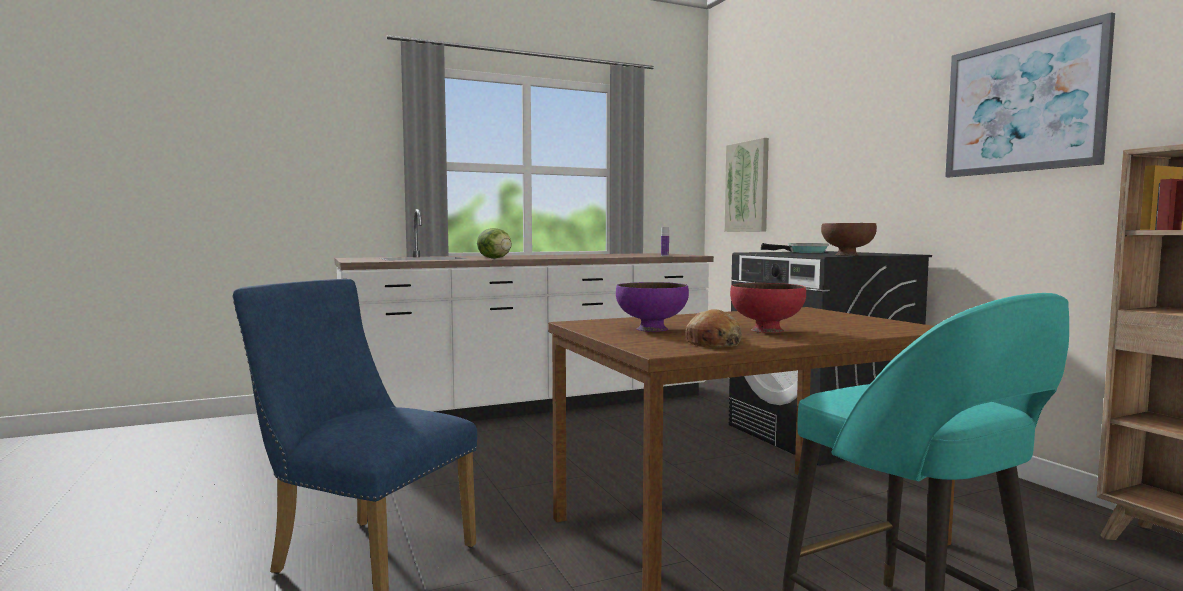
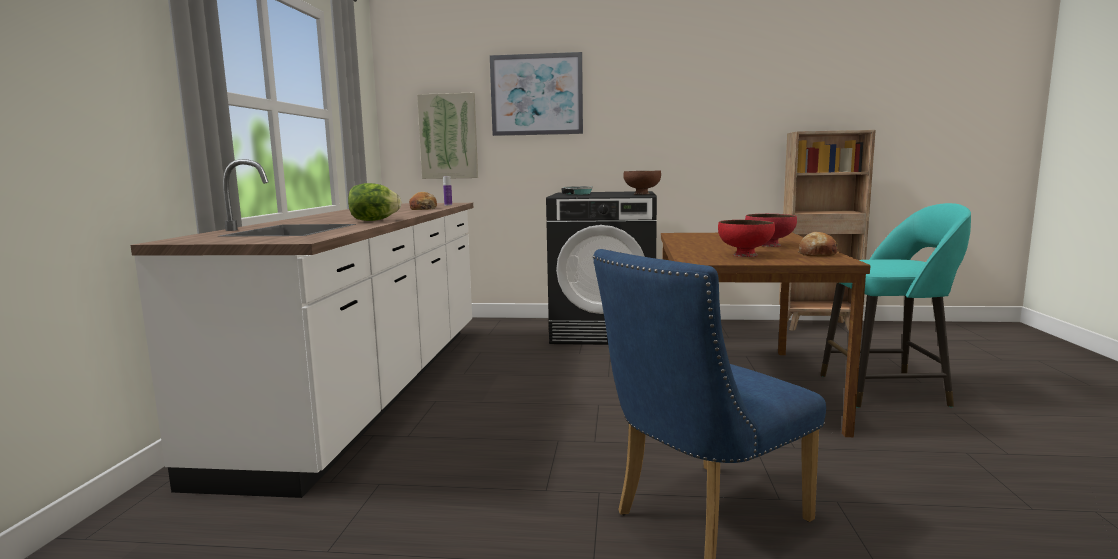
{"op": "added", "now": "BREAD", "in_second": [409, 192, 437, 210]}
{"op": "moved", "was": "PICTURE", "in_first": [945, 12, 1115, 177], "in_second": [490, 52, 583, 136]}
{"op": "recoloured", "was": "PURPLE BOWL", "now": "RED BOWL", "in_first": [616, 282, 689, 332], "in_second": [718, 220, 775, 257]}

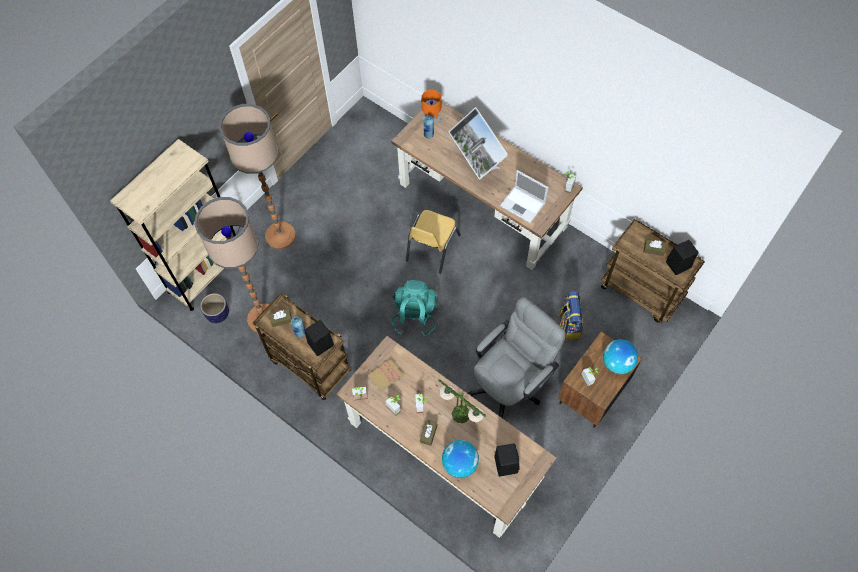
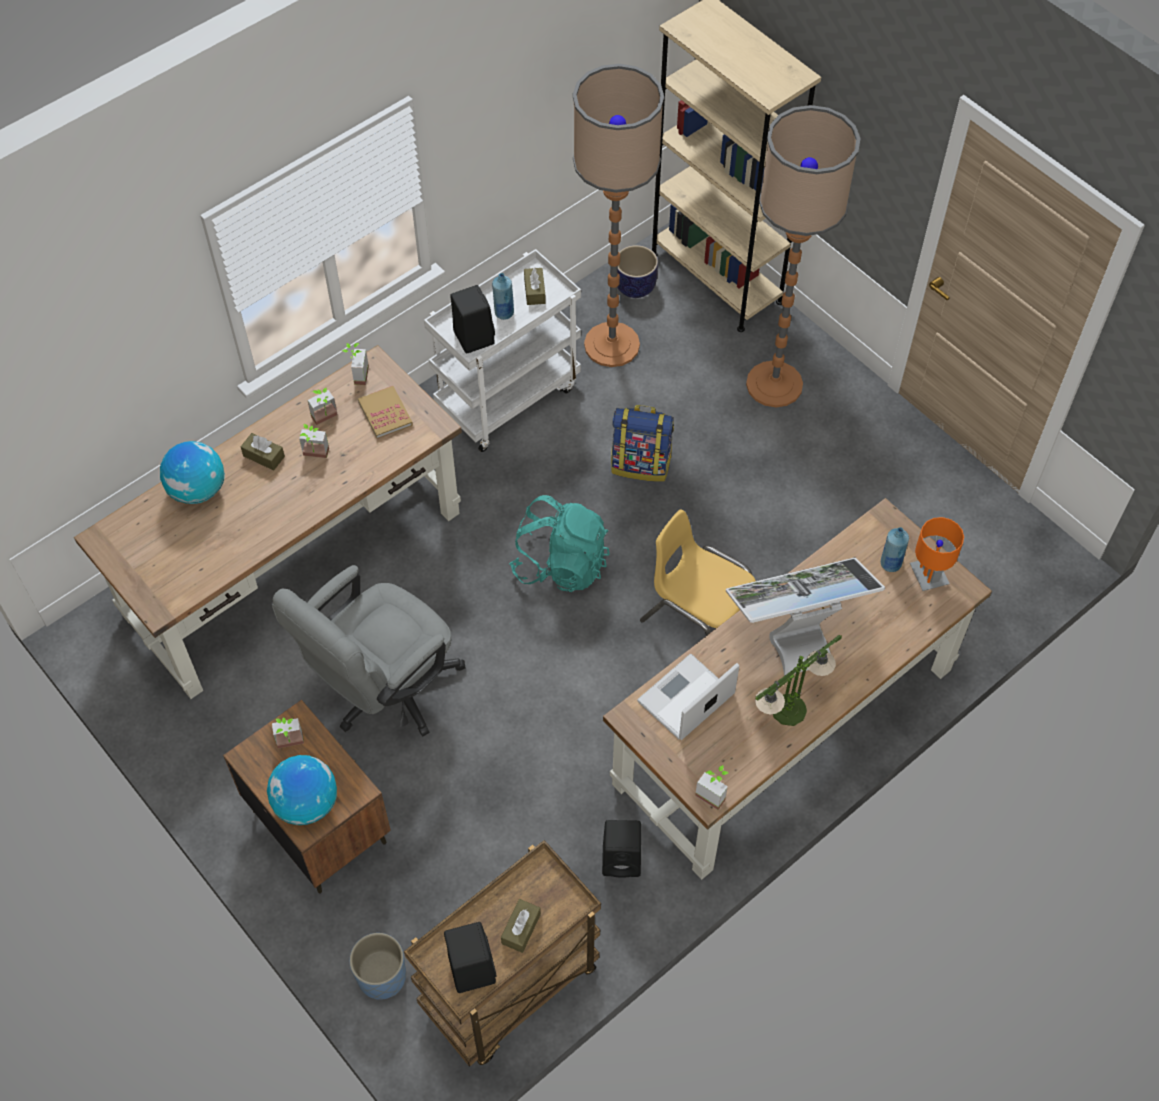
{"op": "added", "now": "BLUE PLANTER", "in_second": [350, 933, 406, 1000]}
{"op": "moved", "was": "TABLE LAMP", "in_first": [438, 379, 486, 423], "in_second": [755, 635, 842, 726]}
{"op": "moved", "was": "BLACK SPEAKER", "in_first": [494, 443, 520, 476], "in_second": [602, 820, 641, 878]}
{"op": "moved", "was": "BACKPACK", "in_first": [557, 291, 583, 340], "in_second": [611, 405, 674, 482]}
{"op": "recoloured", "was": "BROWN CART", "now": "WHITE CART", "in_first": [253, 293, 351, 401], "in_second": [424, 249, 581, 452]}
{"op": "turned", "was": "GREY OFFICE CHAIR", "in_first": [468, 297, 566, 418], "in_second": [272, 565, 466, 737], "clockwise": 75}

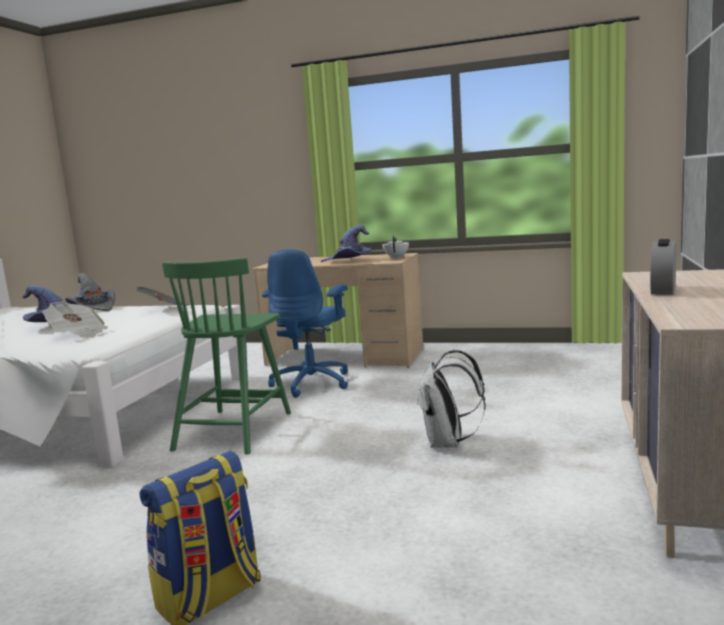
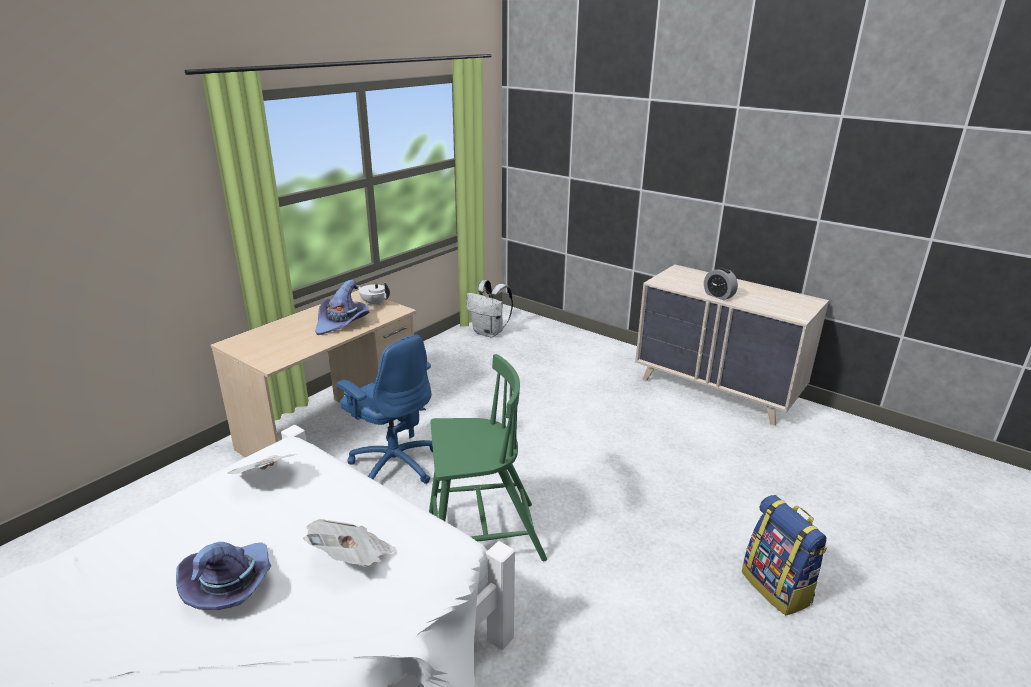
{"op": "removed", "was": "GREY HAT", "in_first": [65, 273, 115, 311]}
{"op": "moved", "was": "WHITE BACKPACK", "in_first": [417, 349, 486, 448], "in_second": [466, 280, 513, 337]}
{"op": "turned", "was": "GREEN CHAIR", "in_first": [162, 258, 291, 455], "in_second": [429, 354, 547, 561], "clockwise": -45}

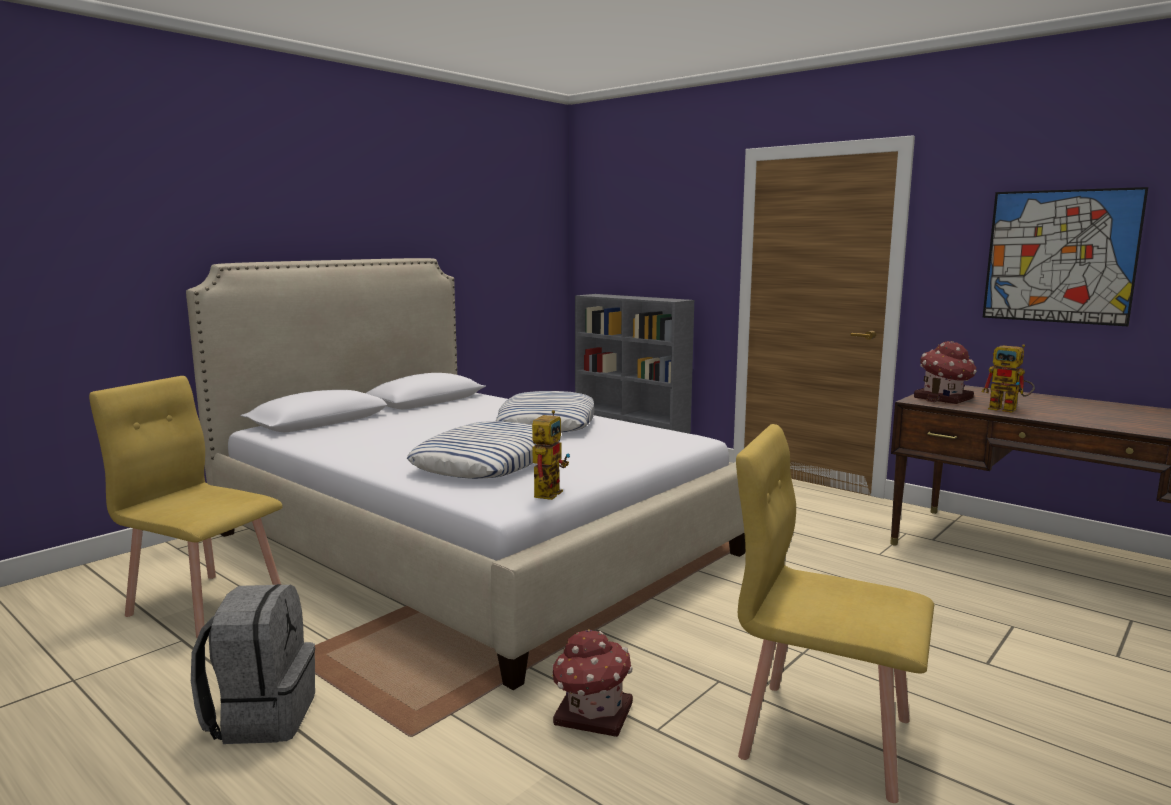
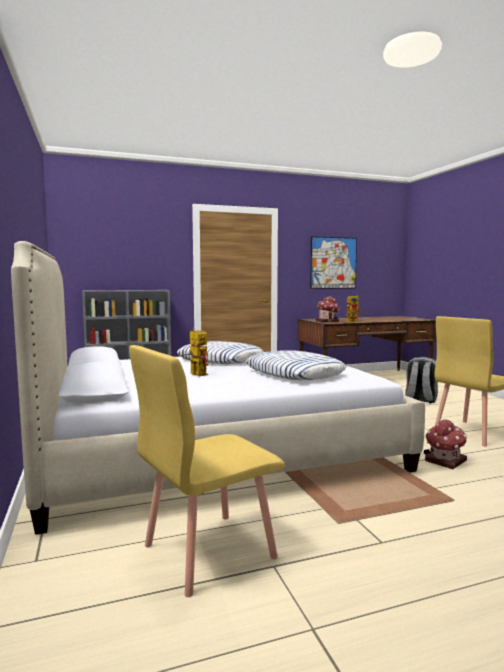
{"op": "moved", "was": "GREY BACKPACK", "in_first": [191, 584, 315, 744], "in_second": [405, 357, 438, 403]}
{"op": "moved", "was": "TOY ROBOT", "in_first": [532, 410, 570, 500], "in_second": [181, 328, 209, 376]}

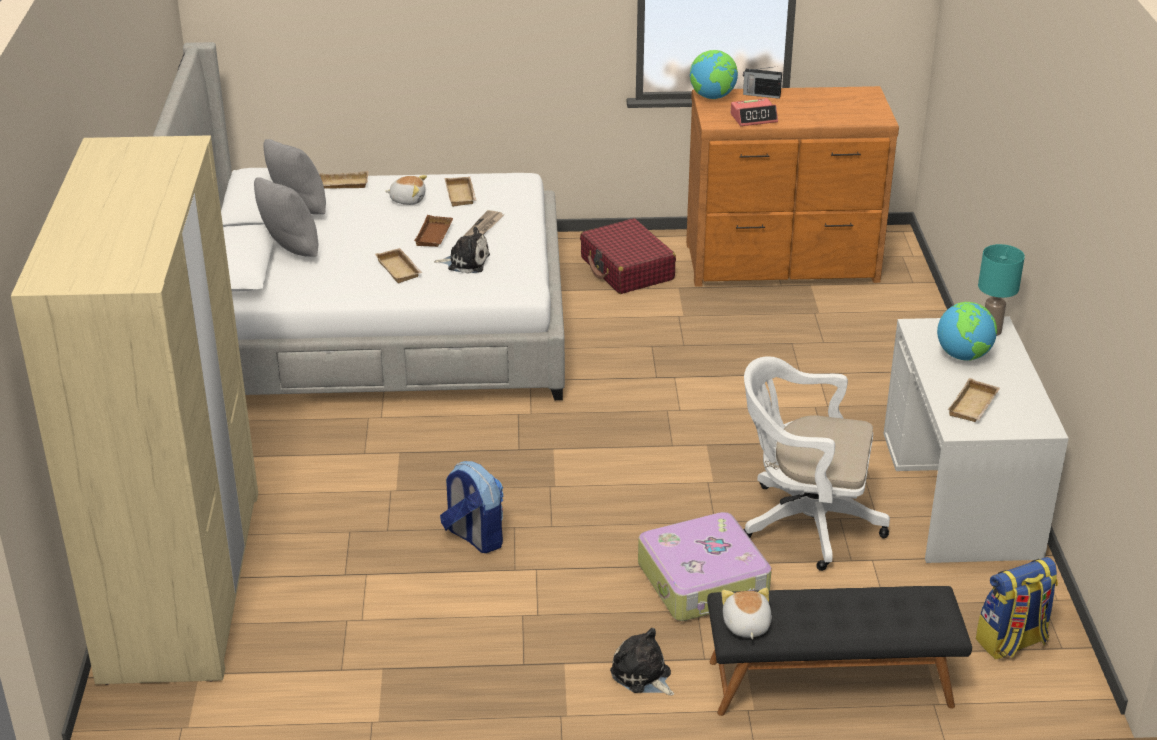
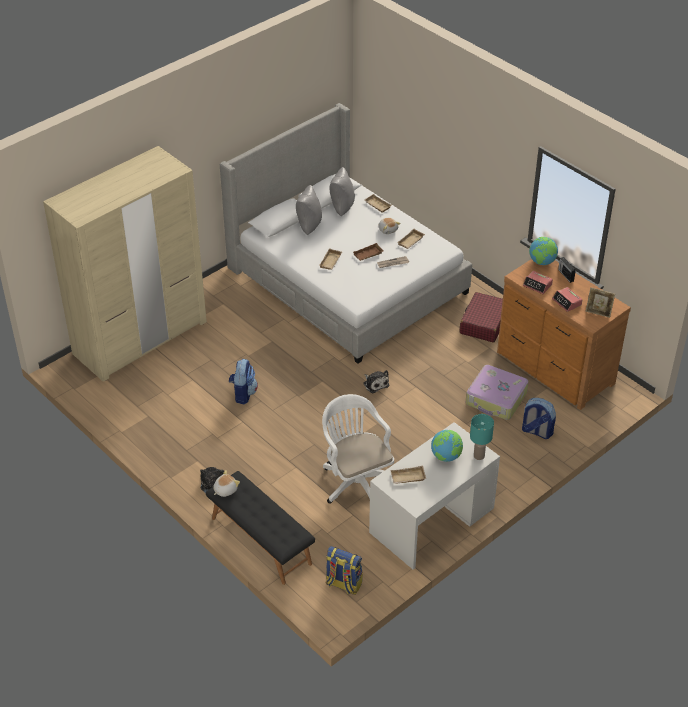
{"op": "added", "now": "BACKPACK", "in_second": [522, 398, 556, 439]}
{"op": "added", "now": "ALARM CLOCK", "in_second": [552, 287, 582, 312]}
{"op": "added", "now": "PICTURE FRAME", "in_second": [586, 287, 615, 318]}
{"op": "moved", "was": "PLUSH TOY", "in_first": [434, 227, 490, 274], "in_second": [363, 370, 389, 393]}
{"op": "moved", "was": "SUITCASE", "in_first": [638, 512, 772, 621], "in_second": [466, 365, 529, 420]}

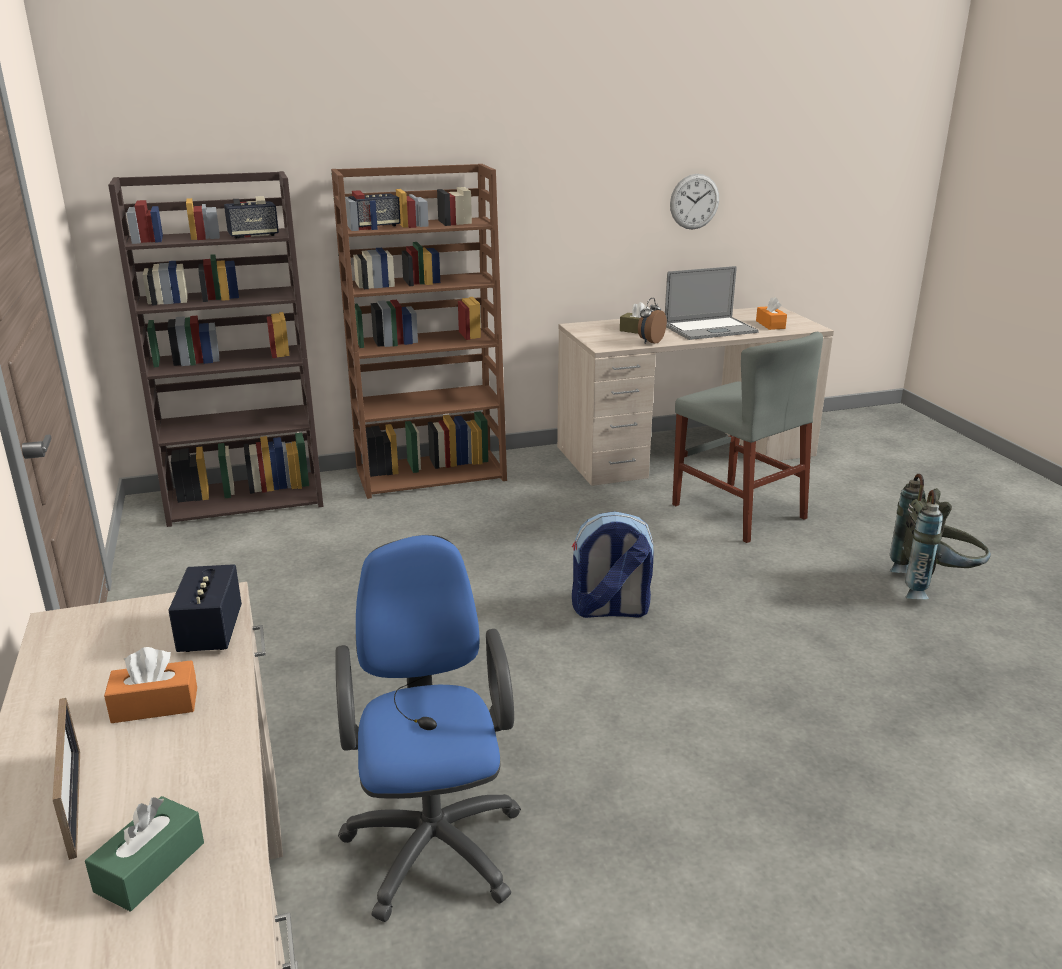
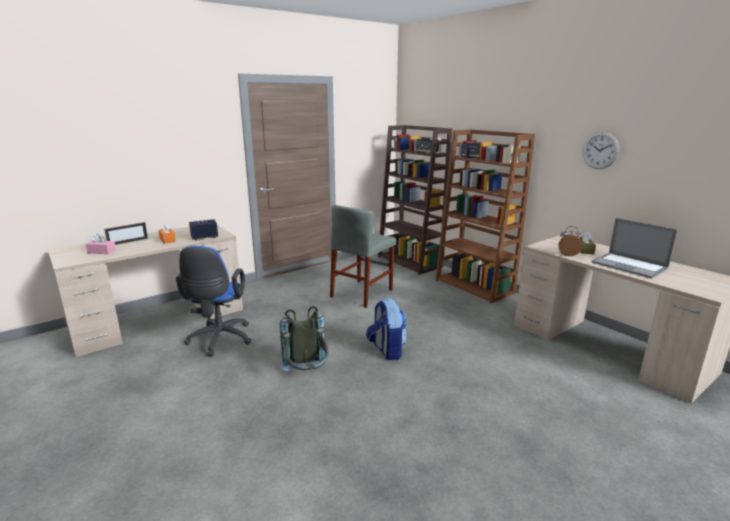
{"op": "removed", "was": "ORANGE TISSUE BOX", "in_first": [756, 297, 787, 330]}
{"op": "moved", "was": "WALL CLOCK", "in_first": [670, 174, 719, 229], "in_second": [582, 132, 619, 169]}
{"op": "moved", "was": "GREY CHAIR", "in_first": [672, 332, 823, 543], "in_second": [330, 205, 396, 308]}
{"op": "moved", "was": "GREY BACKPACK", "in_first": [890, 474, 991, 599], "in_second": [280, 306, 329, 372]}
{"op": "recoloured", "was": "GREEN TISSUE BOX", "now": "PINK TISSUE BOX", "in_first": [85, 796, 204, 911], "in_second": [86, 233, 116, 254]}
{"op": "turned", "was": "BLUE OFFICE CHAIR", "in_first": [335, 535, 521, 922], "in_second": [176, 246, 251, 356], "clockwise": 120}

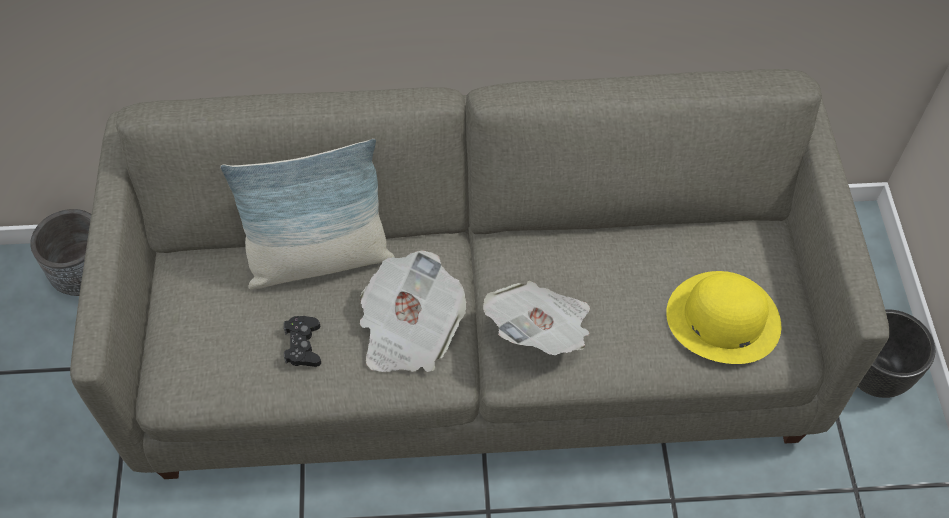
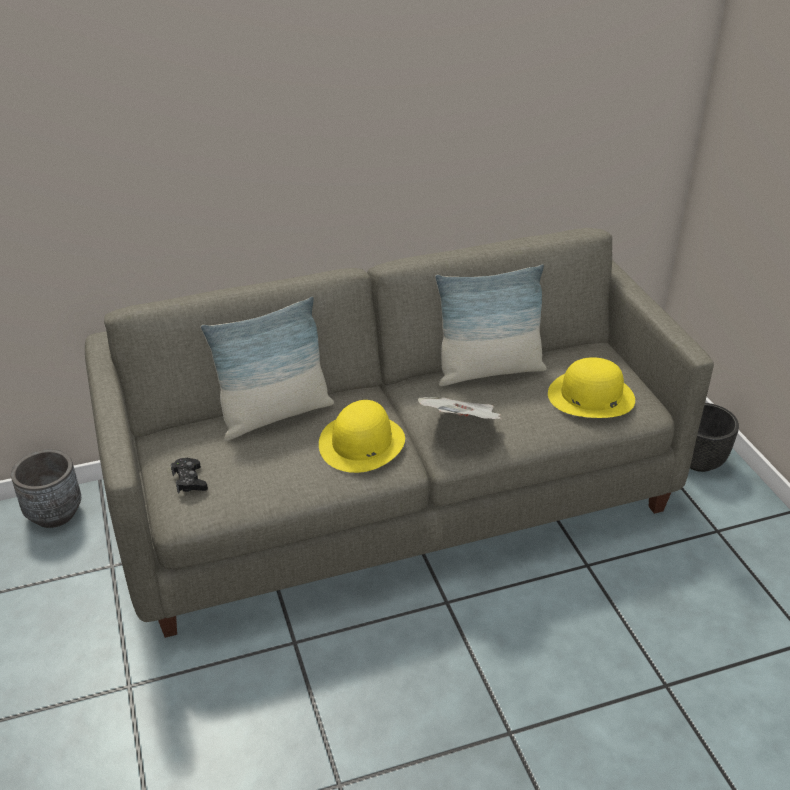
{"op": "added", "now": "PILLOW", "in_second": [435, 264, 547, 386]}
{"op": "moved", "was": "BLACK GAME CONTROLLER", "in_first": [284, 316, 321, 367], "in_second": [171, 458, 208, 494]}
{"op": "replaced", "was": "NEWSPAPER", "now": "YELLOW HAT", "in_first": [360, 250, 466, 372], "in_second": [319, 400, 405, 473]}

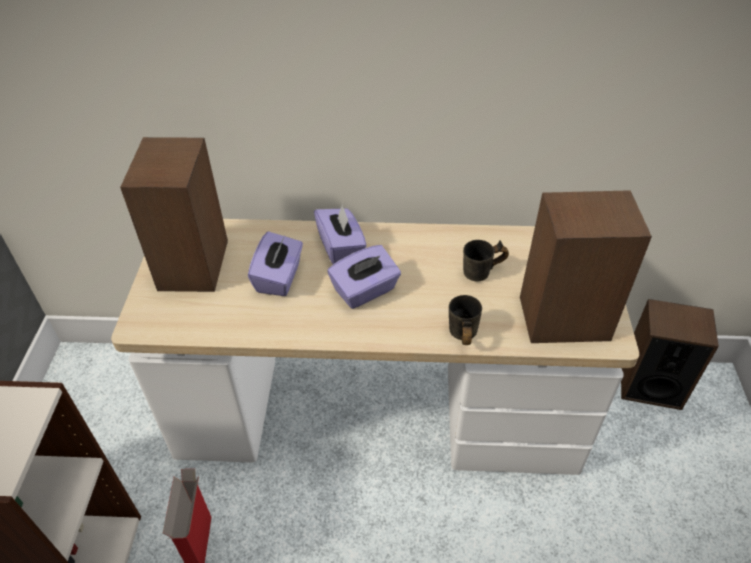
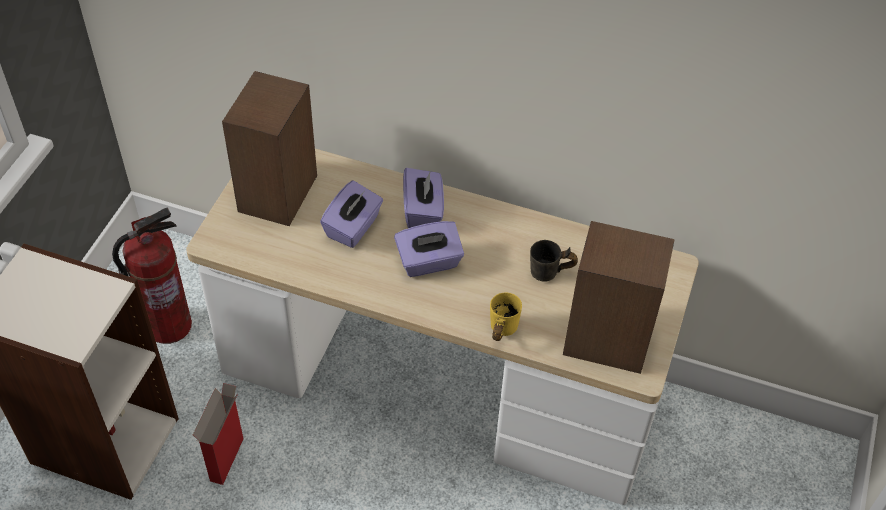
{"op": "removed", "was": "SPEAKER", "in_first": [621, 299, 719, 410]}
{"op": "added", "now": "FIRE EXTINGUISHER", "in_second": [112, 208, 192, 344]}
{"op": "recoloured", "was": "GREY MUG", "now": "YELLOW MUG", "in_first": [449, 295, 482, 346], "in_second": [490, 293, 522, 341]}

